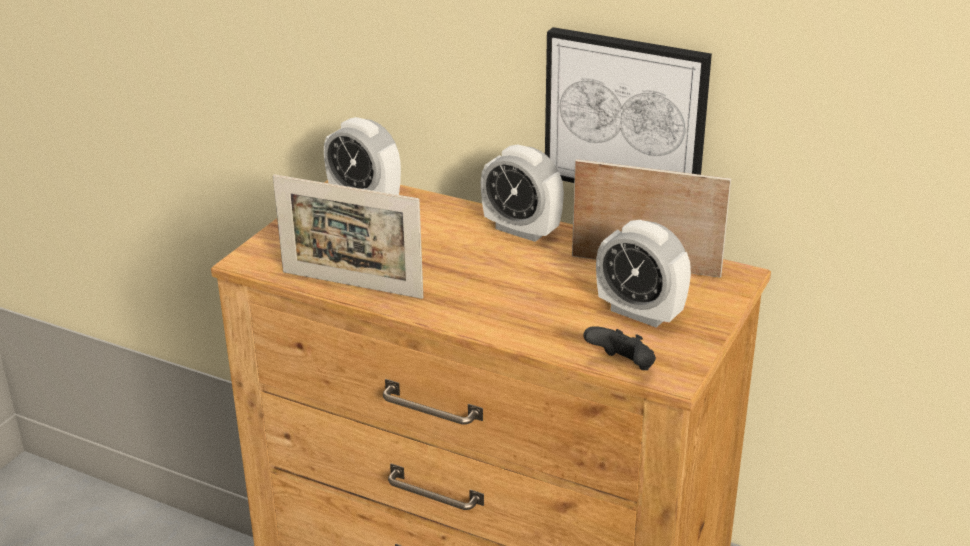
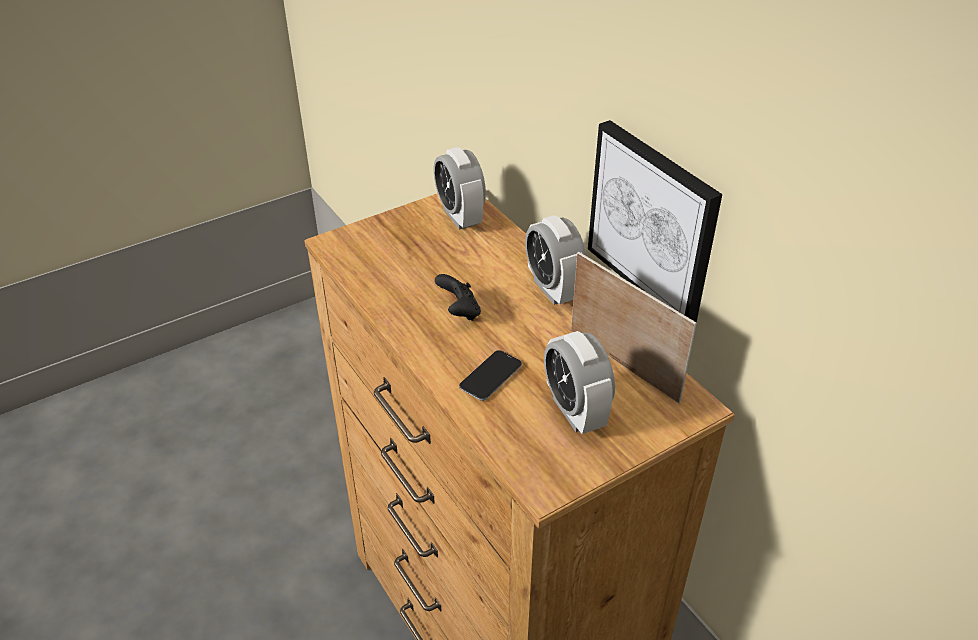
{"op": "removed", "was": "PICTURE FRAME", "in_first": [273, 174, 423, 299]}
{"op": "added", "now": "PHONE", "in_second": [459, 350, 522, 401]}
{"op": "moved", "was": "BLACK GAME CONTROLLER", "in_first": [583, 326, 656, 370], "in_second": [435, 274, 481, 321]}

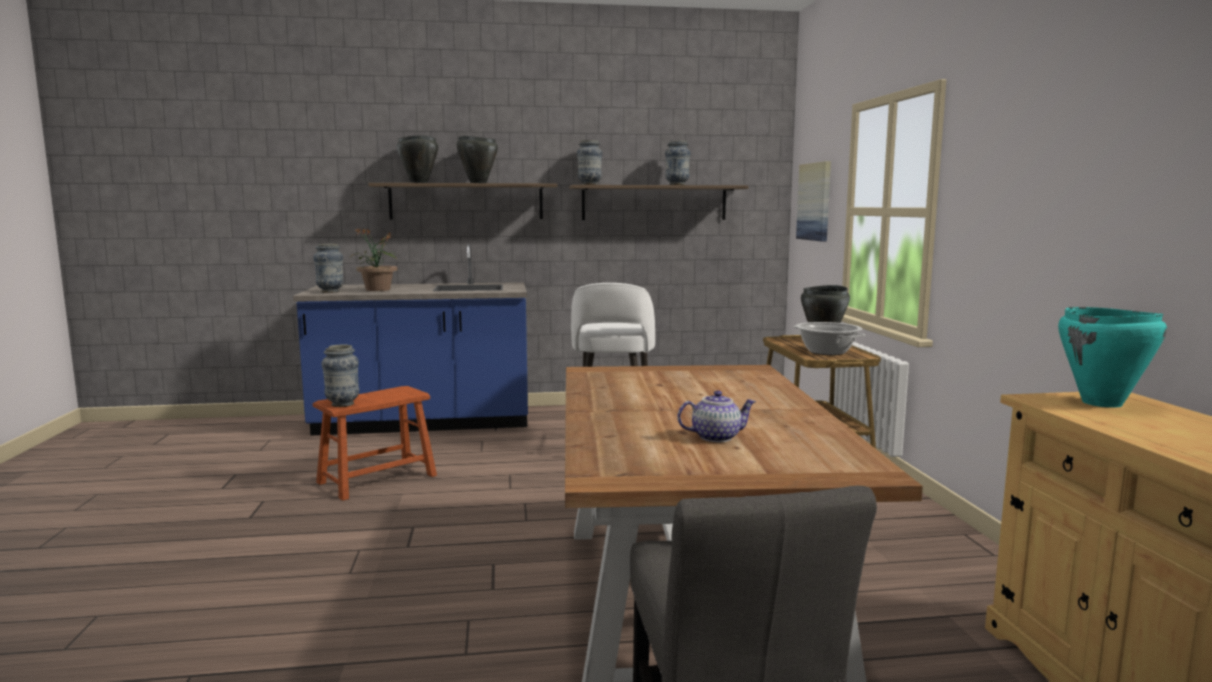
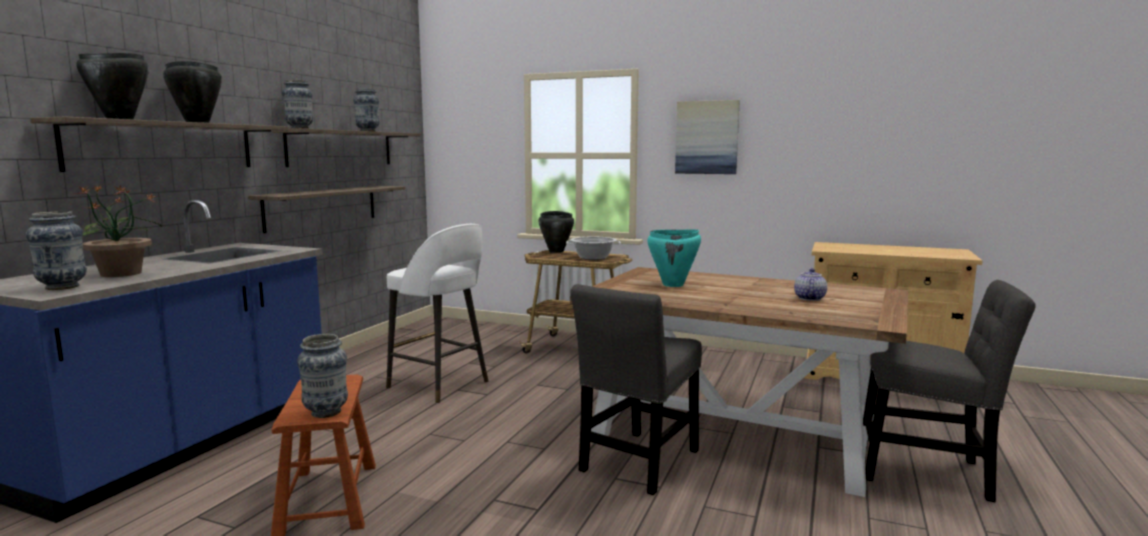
{"op": "added", "now": "SHELF", "in_second": [248, 186, 405, 233]}
{"op": "added", "now": "GREY CHAIR", "in_second": [570, 284, 702, 495]}
{"op": "moved", "was": "PICTURE", "in_first": [796, 161, 831, 241], "in_second": [675, 100, 740, 174]}
{"op": "moved", "was": "TURQUOISE COOKING POT", "in_first": [1058, 307, 1167, 408], "in_second": [647, 230, 701, 287]}

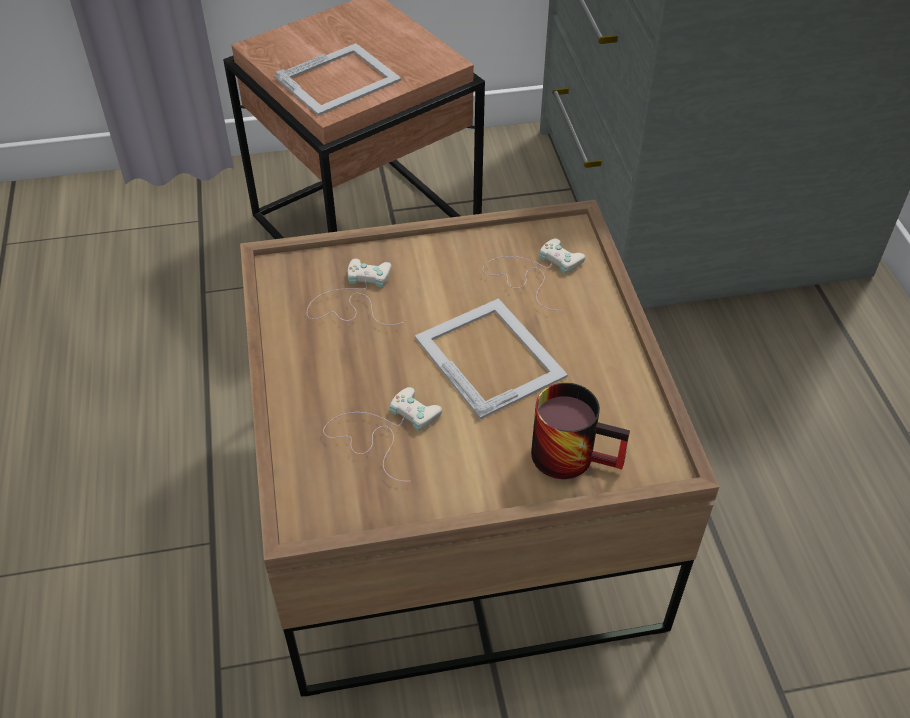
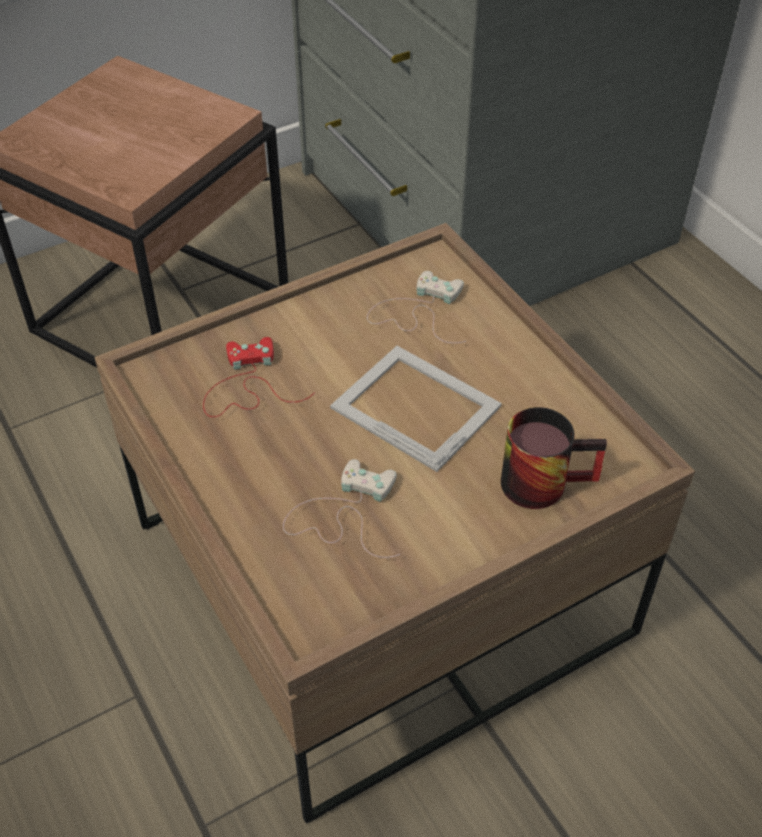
{"op": "removed", "was": "PICTURE FRAME", "in_first": [275, 43, 401, 116]}
{"op": "recoloured", "was": "WHITE GAME CONTROLLER", "now": "RED GAME CONTROLLER", "in_first": [307, 259, 406, 325], "in_second": [203, 337, 315, 417]}

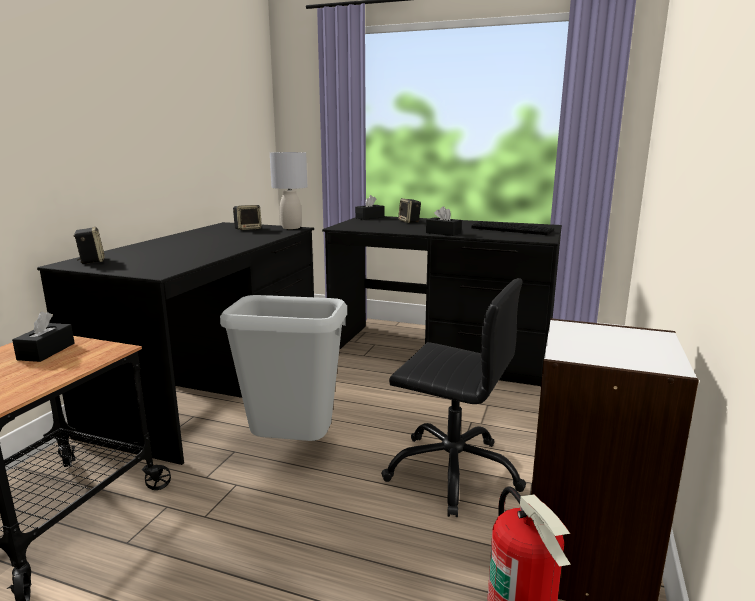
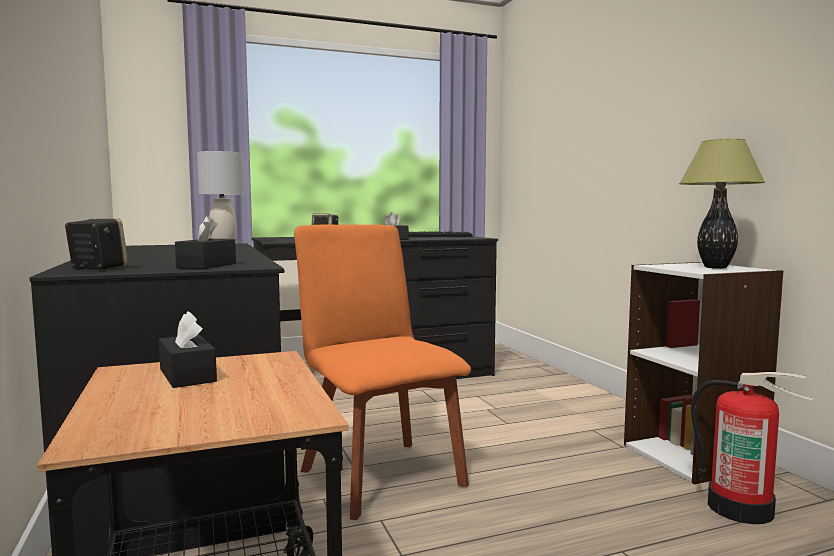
{"op": "removed", "was": "SPEAKER", "in_first": [233, 205, 262, 230]}
{"op": "removed", "was": "BLACK OFFICE CHAIR", "in_first": [381, 278, 526, 517]}
{"op": "added", "now": "TABLE LAMP", "in_second": [679, 138, 765, 269]}
{"op": "moved", "was": "BLACK TISSUE BOX", "in_first": [355, 195, 384, 220], "in_second": [175, 215, 236, 269]}
{"op": "replaced", "was": "GREY TRASH CAN", "now": "ORANGE CHAIR", "in_first": [220, 295, 347, 441], "in_second": [294, 225, 471, 520]}

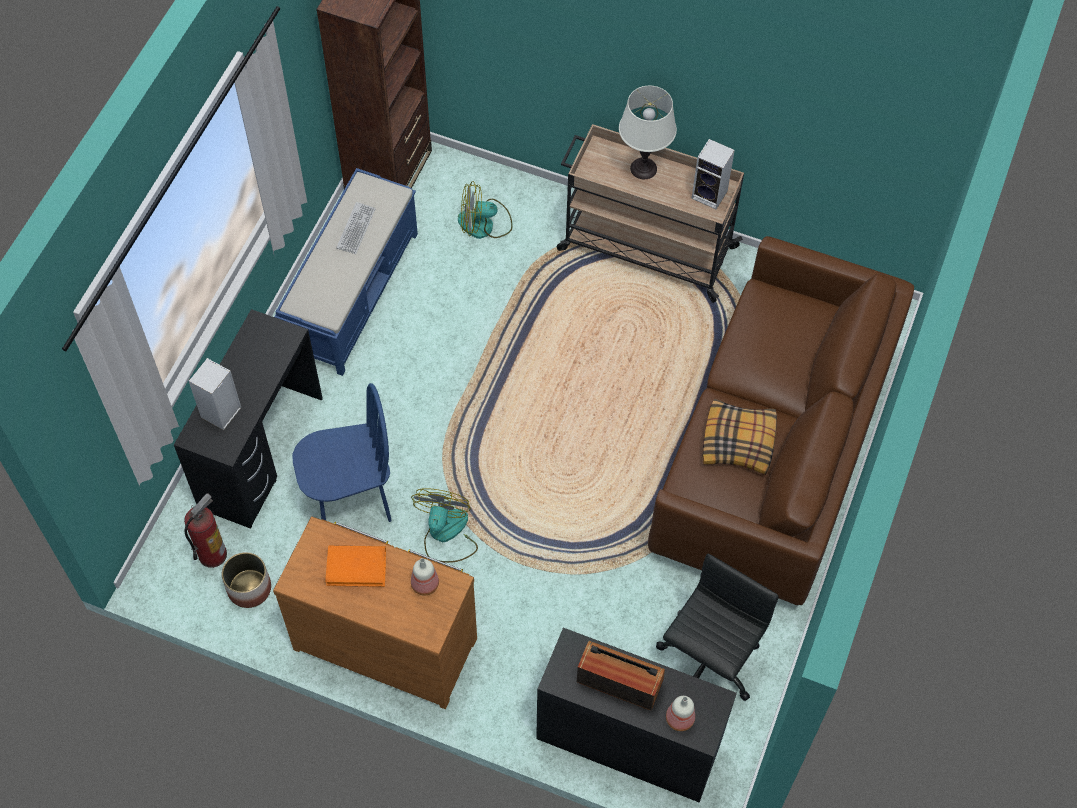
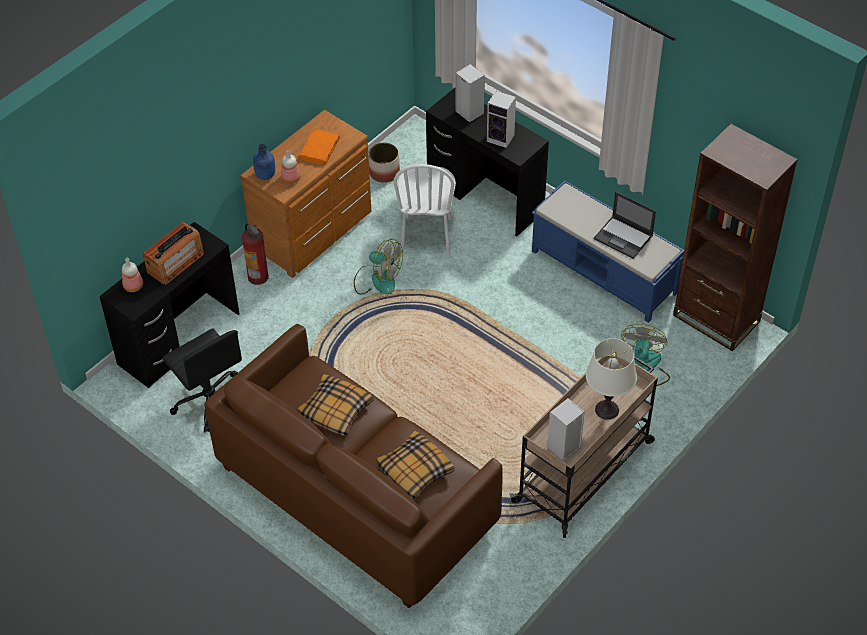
{"op": "added", "now": "BLUE BOTTLE", "in_second": [253, 144, 275, 180]}
{"op": "added", "now": "PILLOW", "in_second": [376, 431, 455, 500]}
{"op": "added", "now": "SPEAKER", "in_second": [487, 91, 516, 148]}
{"op": "moved", "was": "FIRE EXTINGUISHER", "in_first": [184, 493, 227, 568], "in_second": [242, 224, 269, 285]}
{"op": "replaced", "was": "KEYBOARD", "now": "LAPTOP", "in_first": [336, 202, 376, 254], "in_second": [594, 191, 656, 259]}
{"op": "recoloured", "was": "BLUE CHAIR", "now": "WHITE CHAIR", "in_first": [292, 383, 392, 522], "in_second": [393, 164, 456, 255]}

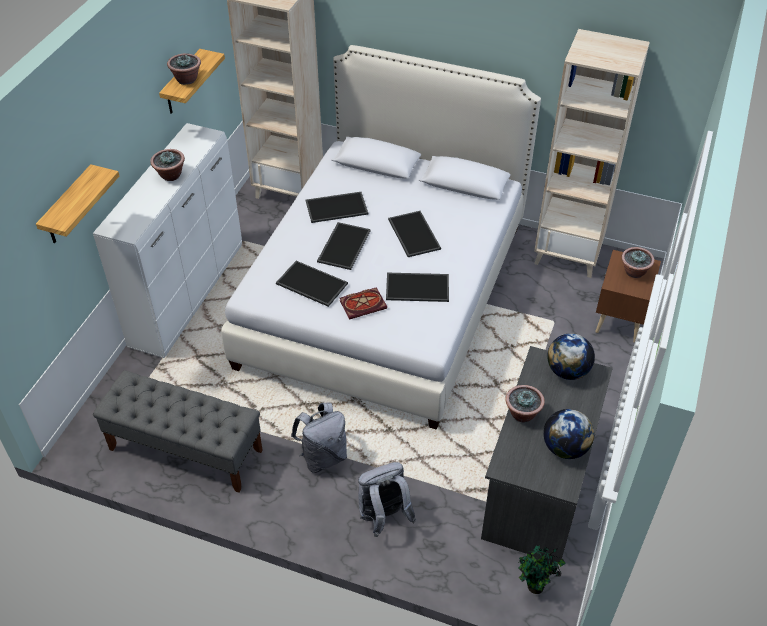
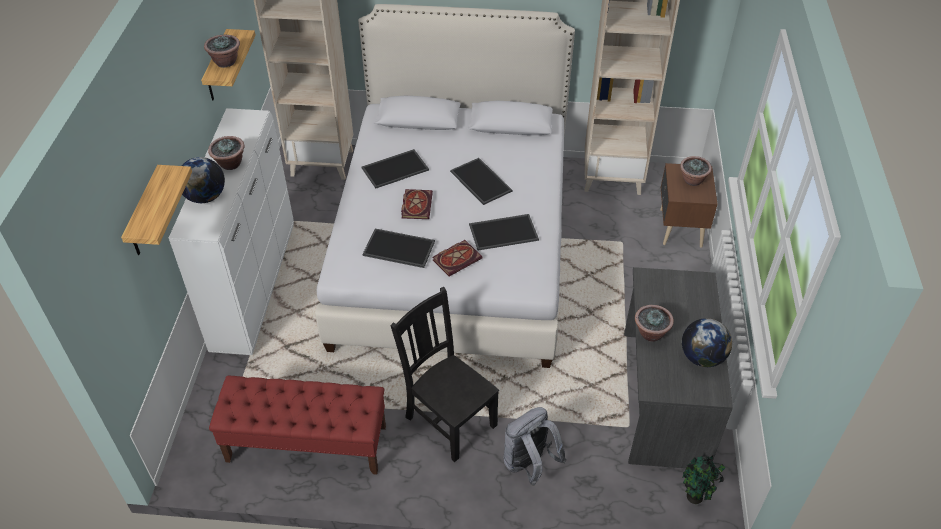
{"op": "moved", "was": "GLOBE", "in_first": [547, 333, 595, 380], "in_second": [182, 157, 225, 203]}
{"op": "replaced", "was": "GREY BACKPACK", "now": "BLACK CHAIR", "in_first": [291, 402, 347, 473], "in_second": [391, 287, 499, 462]}
{"op": "replaced", "was": "TRAY", "now": "BOOK", "in_first": [317, 222, 371, 270], "in_second": [401, 189, 433, 219]}
{"op": "recoloured", "was": "GREY BENCH", "now": "RED BENCH", "in_first": [93, 370, 263, 493], "in_second": [209, 376, 386, 475]}

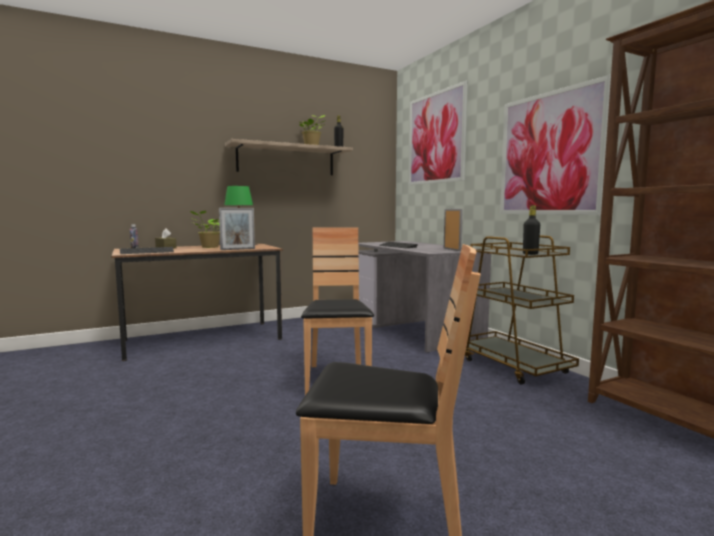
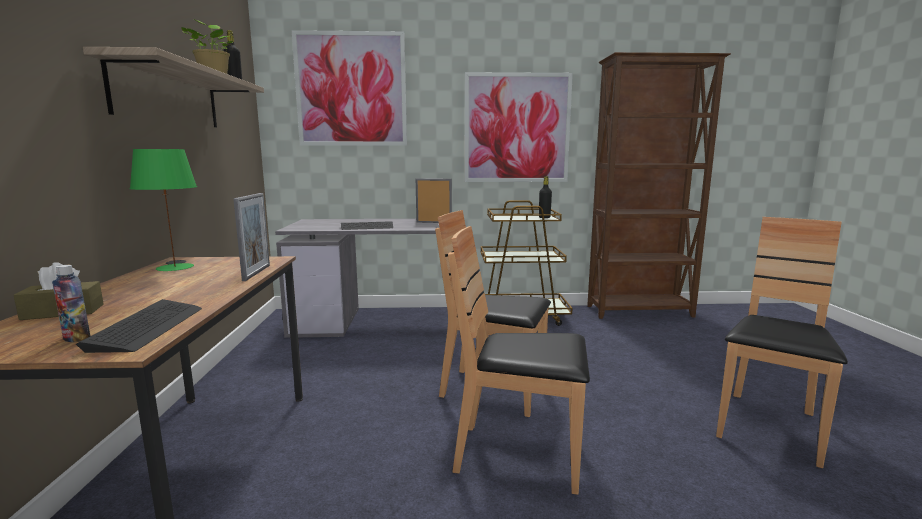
{"op": "removed", "was": "POTTED PLANT", "in_first": [190, 211, 220, 248]}
{"op": "added", "now": "BROWN CHAIR", "in_second": [448, 226, 590, 495]}

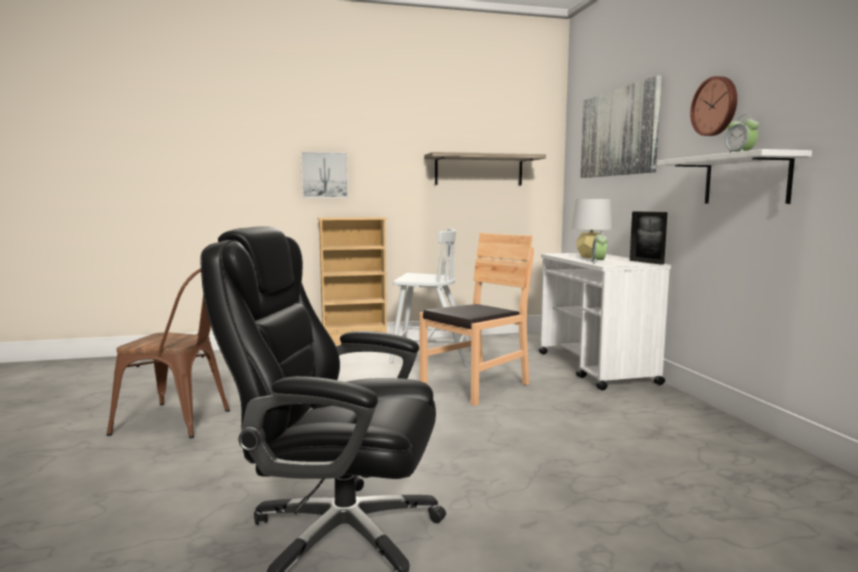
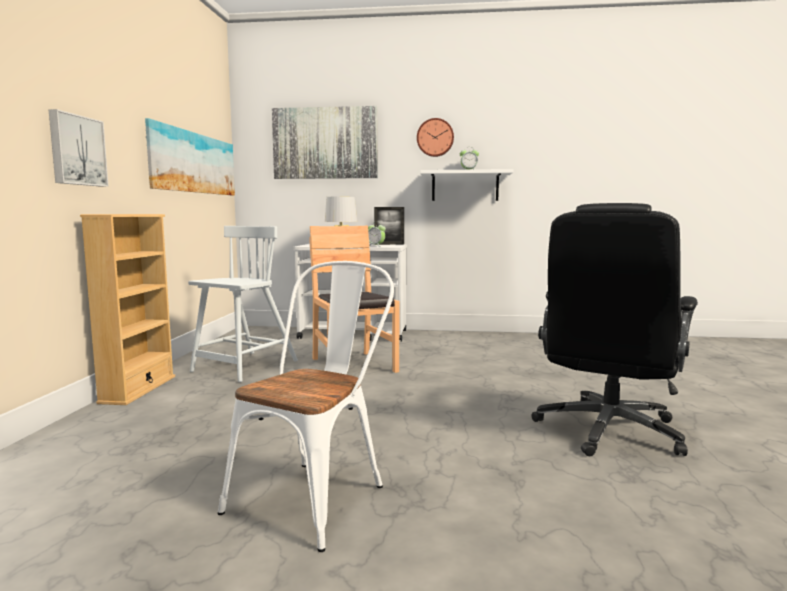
{"op": "replaced", "was": "SHELF", "now": "PICTURE", "in_first": [424, 152, 546, 185], "in_second": [145, 118, 235, 196]}
{"op": "recoloured", "was": "BROWN CHAIR", "now": "WHITE CHAIR", "in_first": [107, 268, 230, 438], "in_second": [218, 261, 394, 552]}

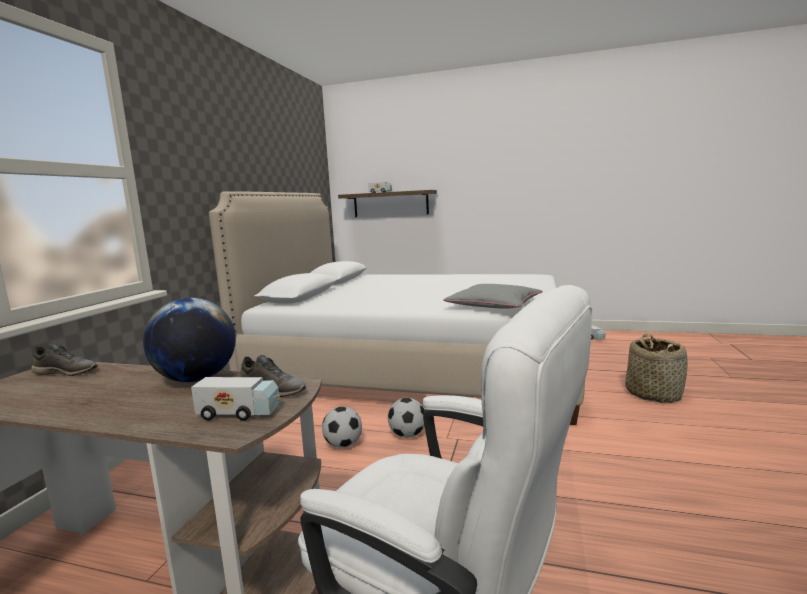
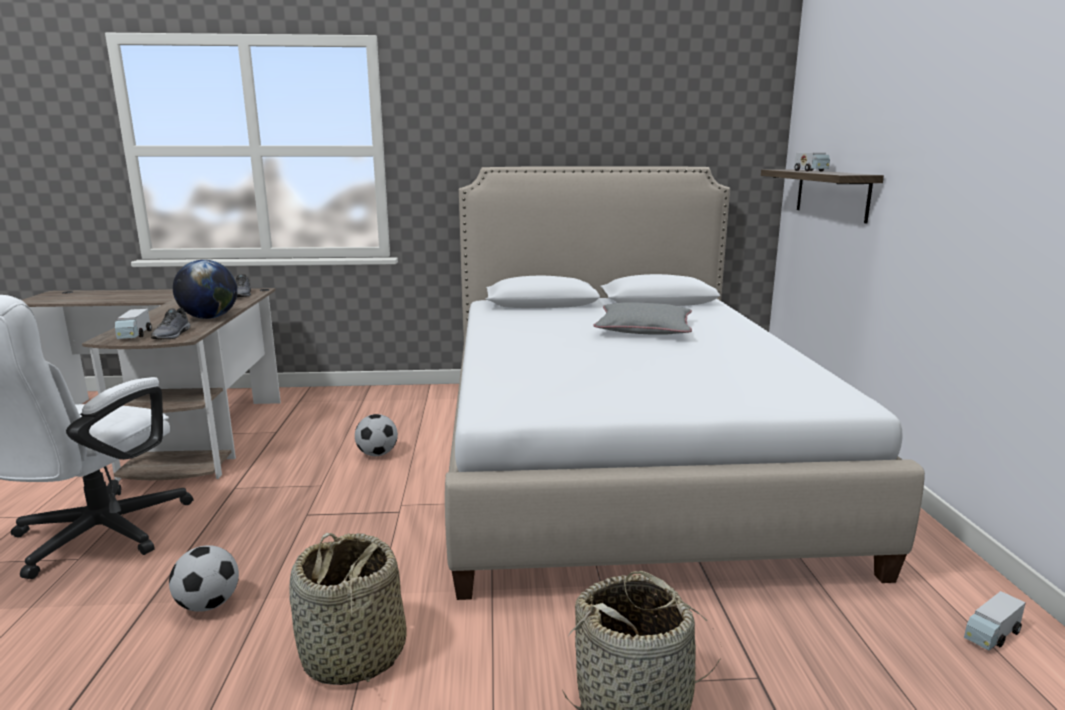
{"op": "added", "now": "BASKET", "in_second": [289, 533, 407, 685]}
{"op": "moved", "was": "FOOTBALL", "in_first": [388, 398, 425, 438], "in_second": [169, 545, 239, 612]}
{"op": "moved", "was": "GREY PILLOW", "in_first": [443, 284, 543, 309], "in_second": [594, 302, 692, 335]}

